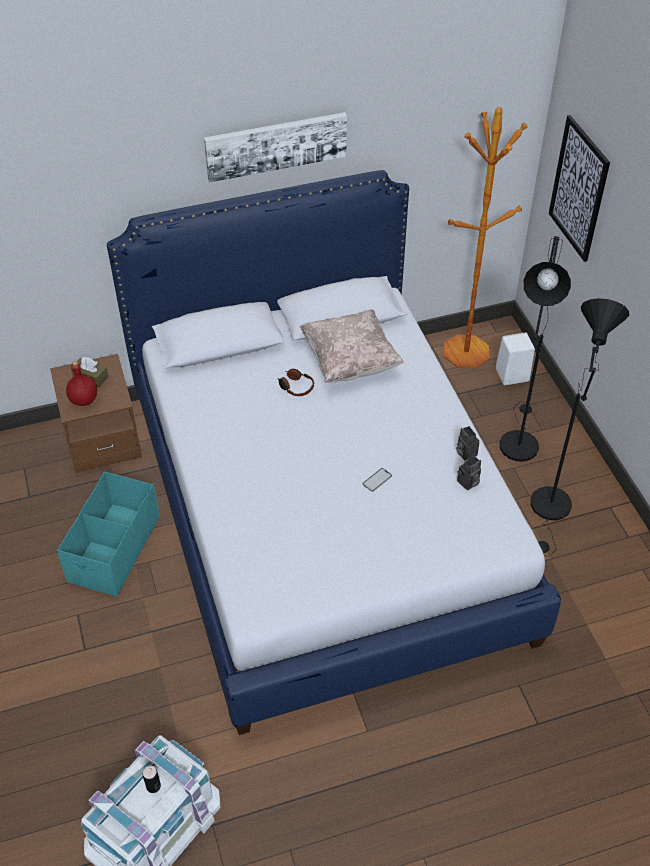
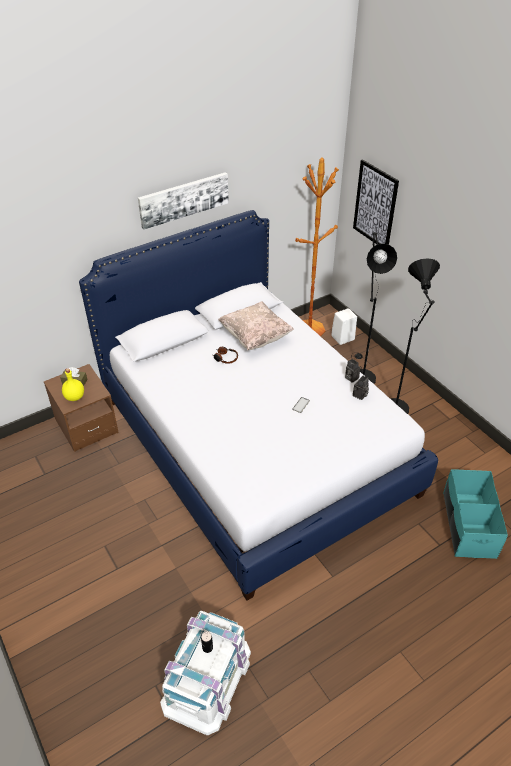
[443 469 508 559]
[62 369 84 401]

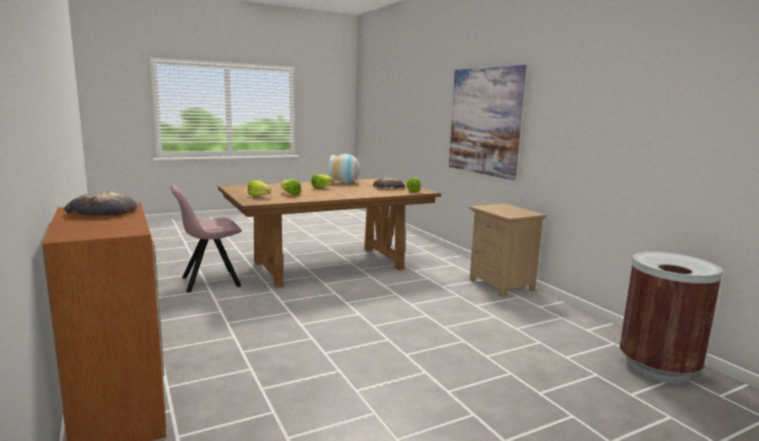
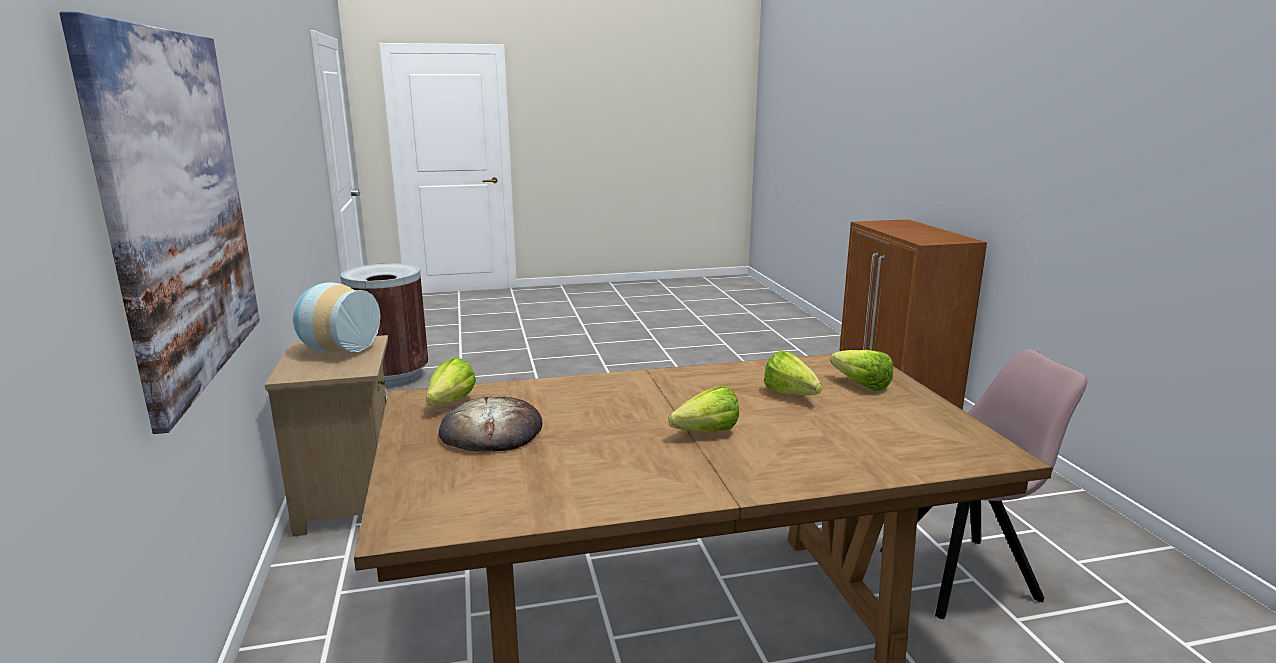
[64 192 137 216] (first image)
[293 282 380 353]

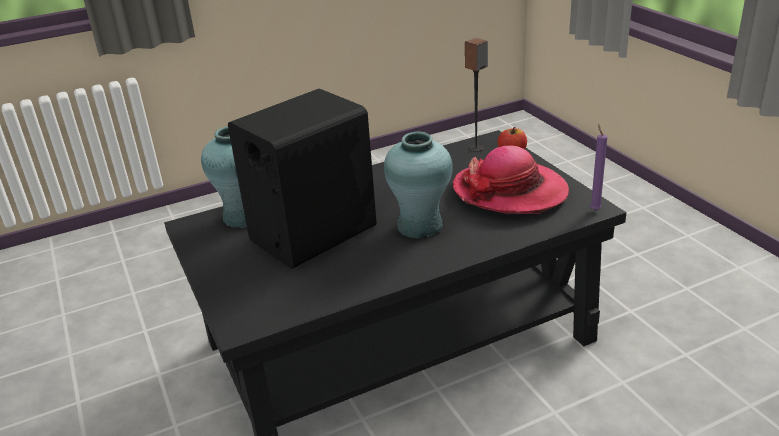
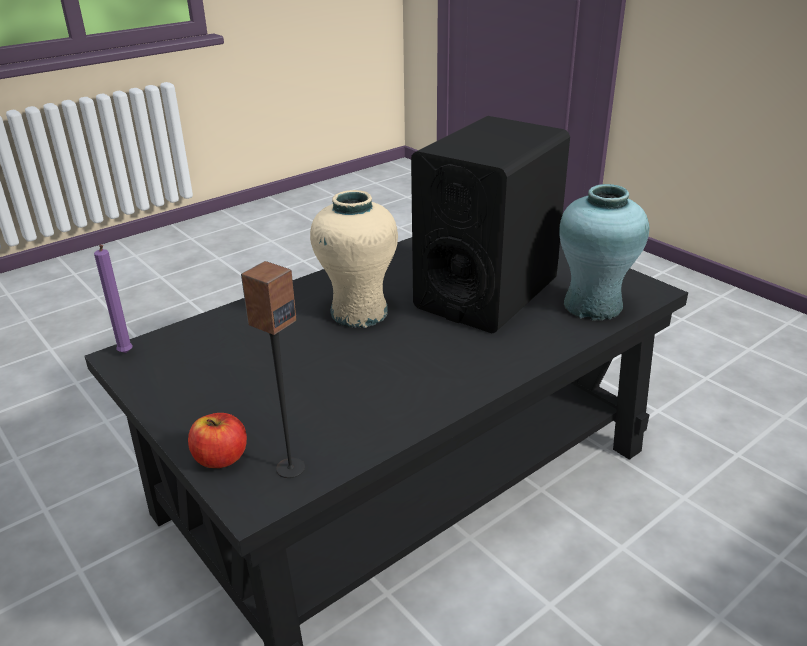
[453 146 569 214] (first image)
[310 190 398 328]

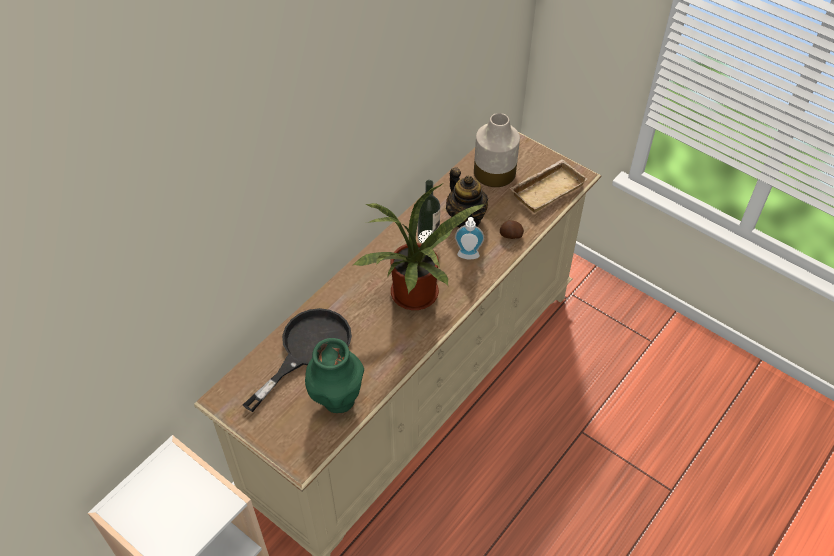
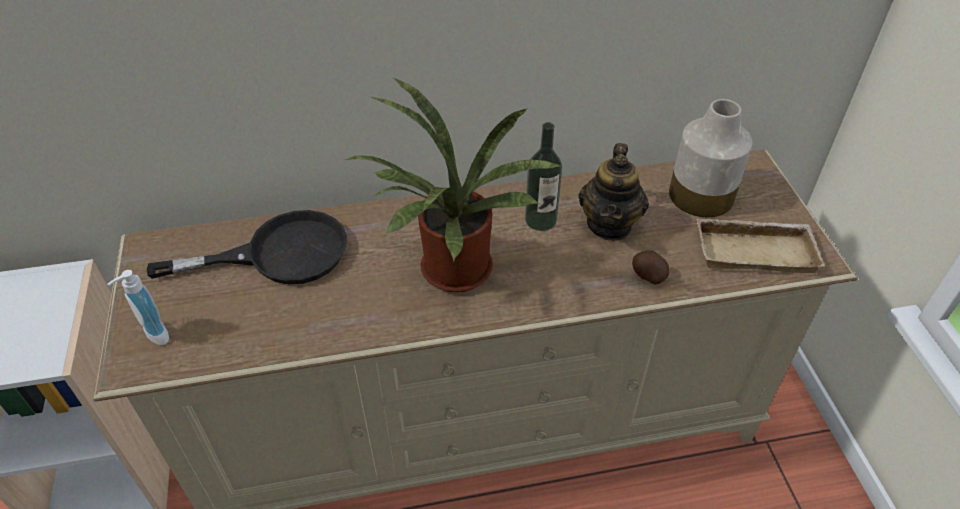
[305 338 364 413] (first image)
[108 270 169 345]

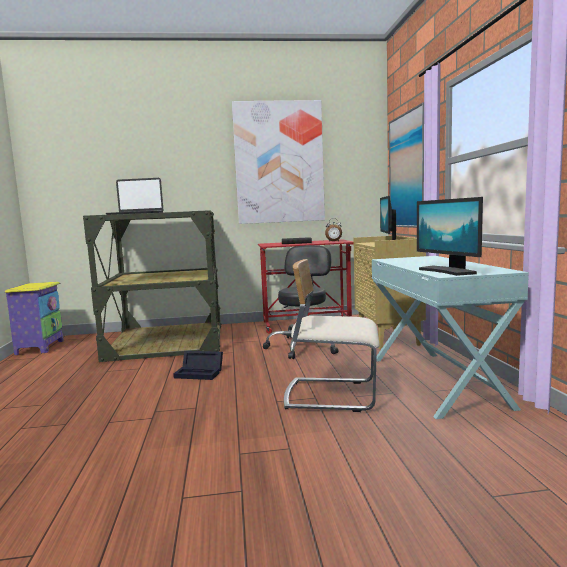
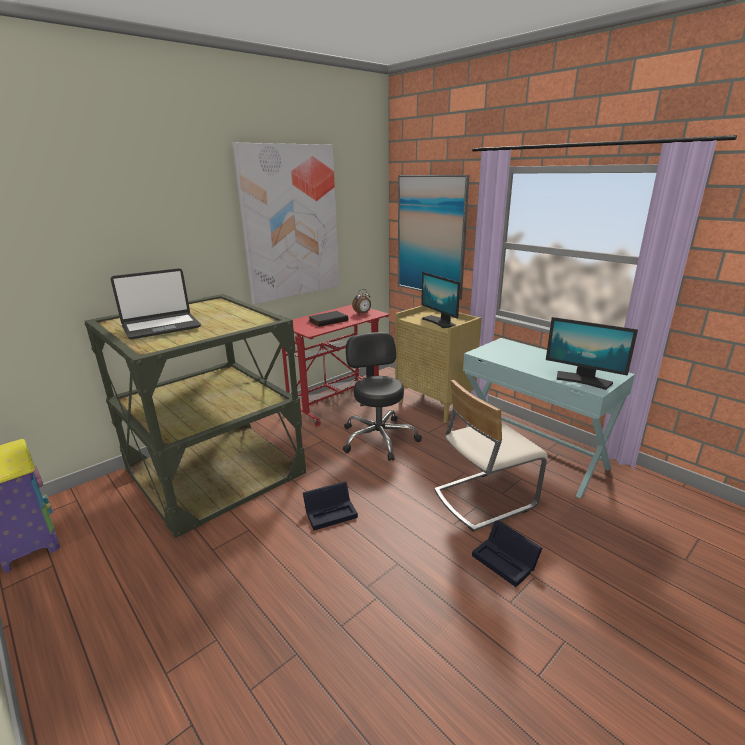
[472 520 542 587]

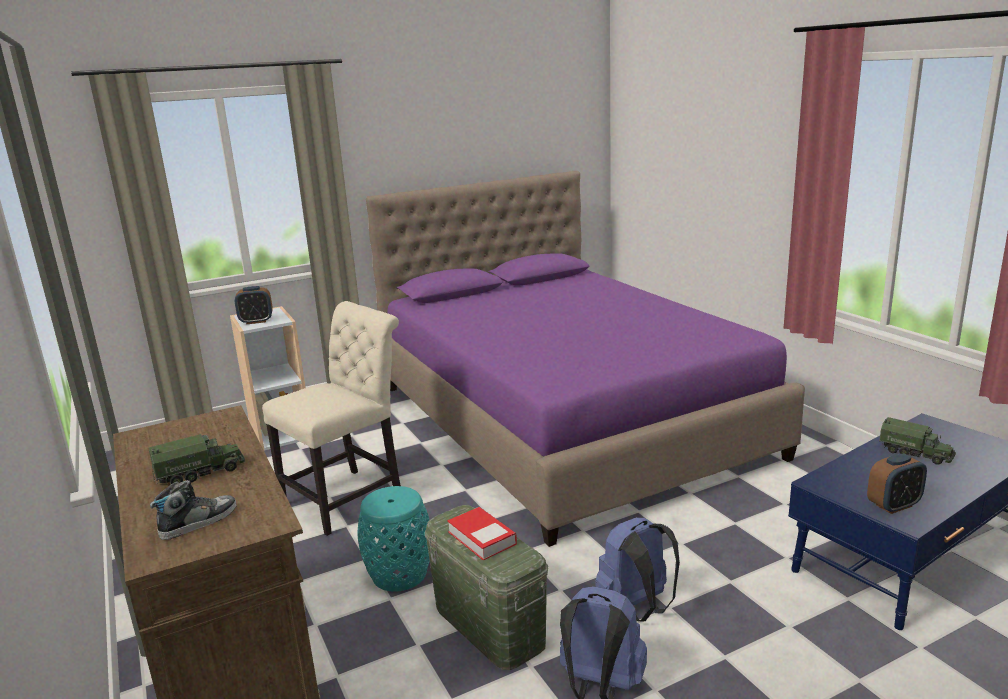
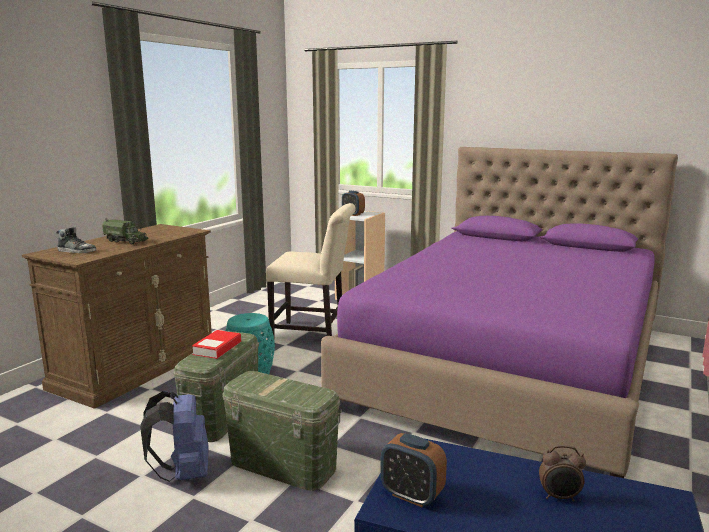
[222 371 342 491]
[539 445 586 501]

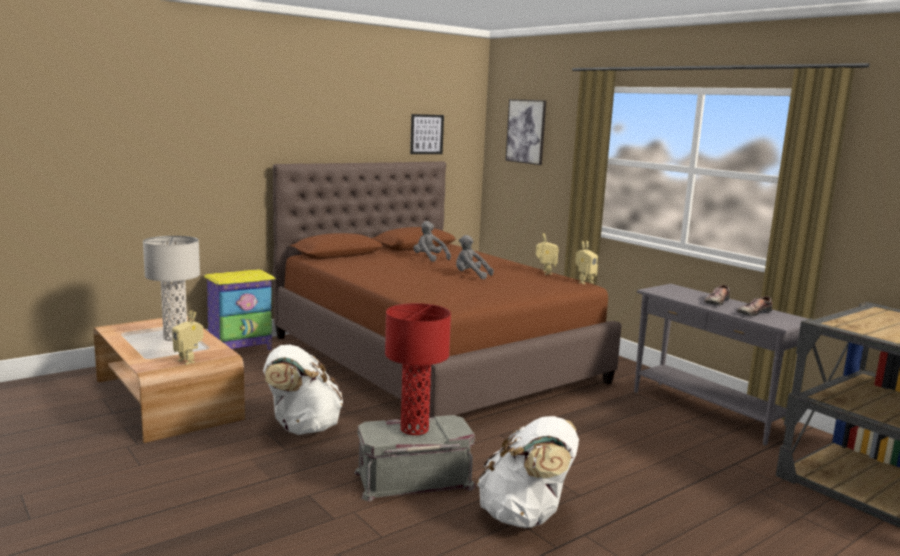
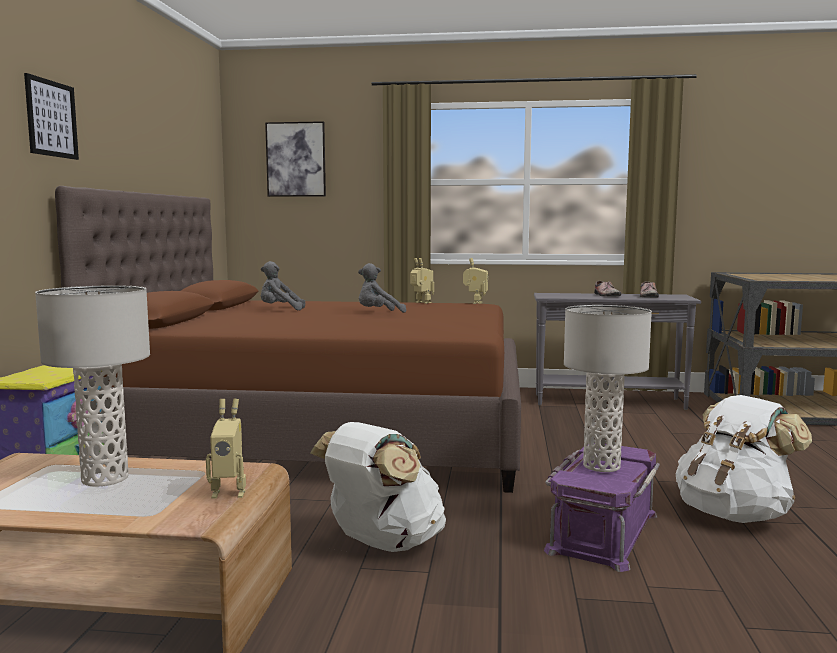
[24 73 79 160]
[544 443 660 572]
[564 305 652 472]

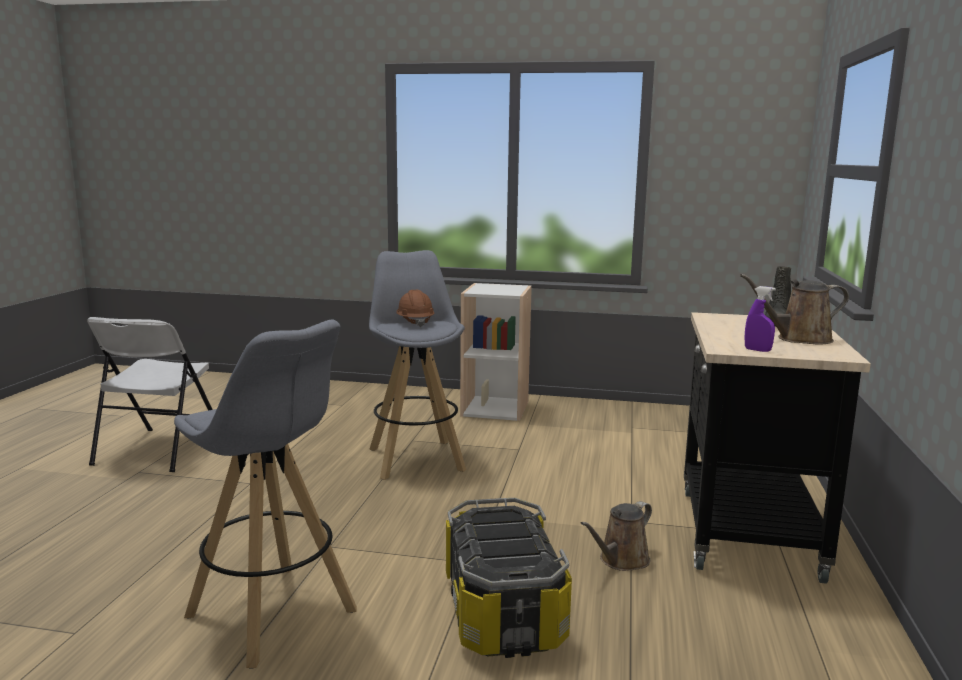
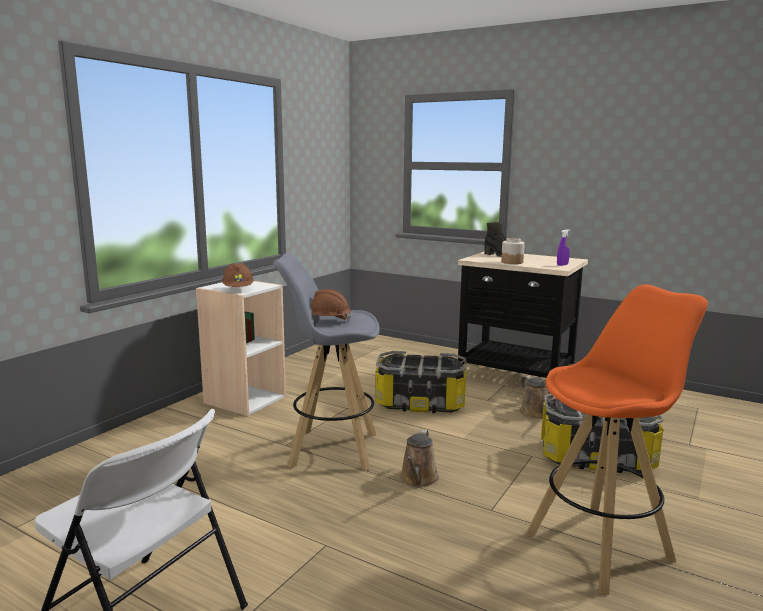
[222 263 254 287]
[375 351 467 413]
[501 238 525 264]
[400 430 439 487]
[526 284 708 595]

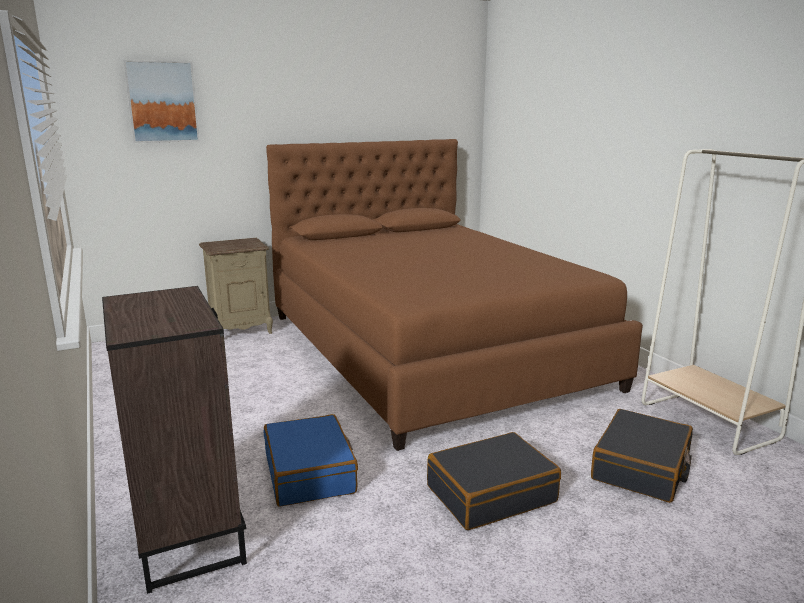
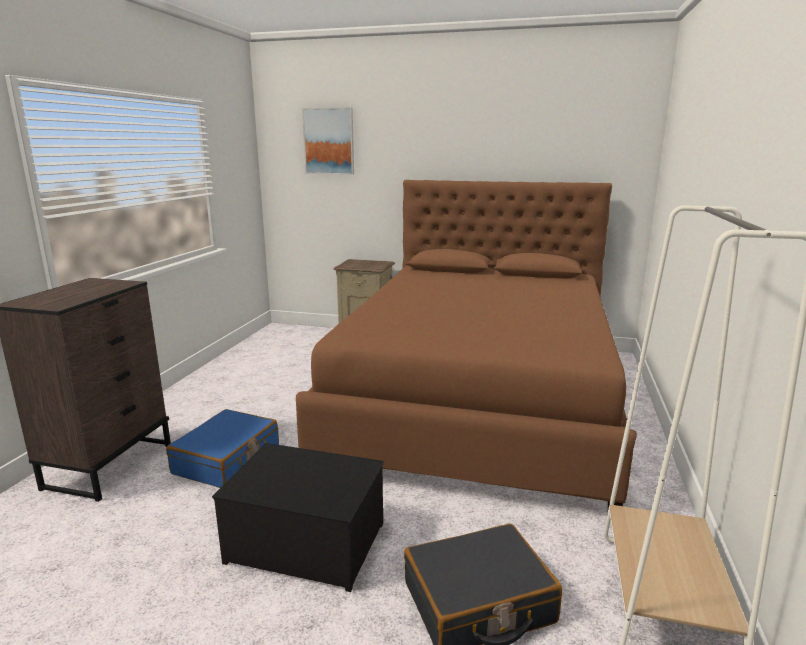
[212 443 384 592]

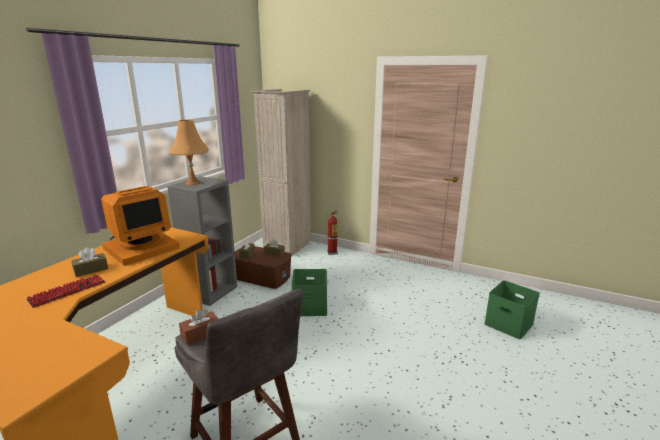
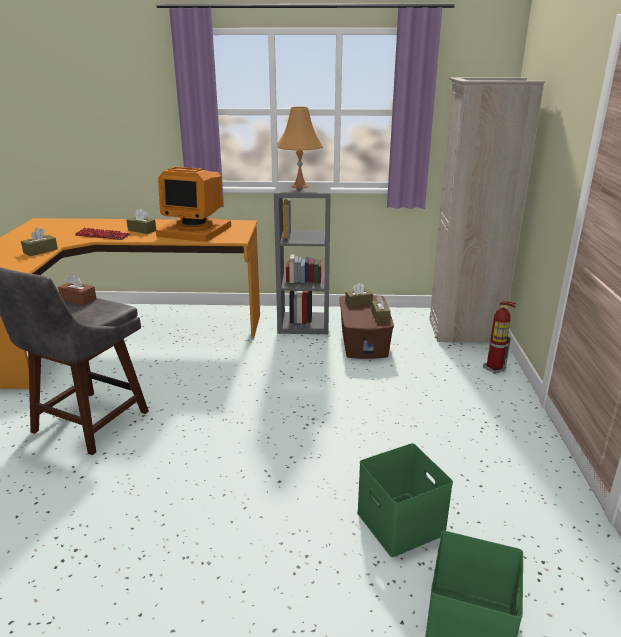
[21 228 58 256]
[357 443 453 557]

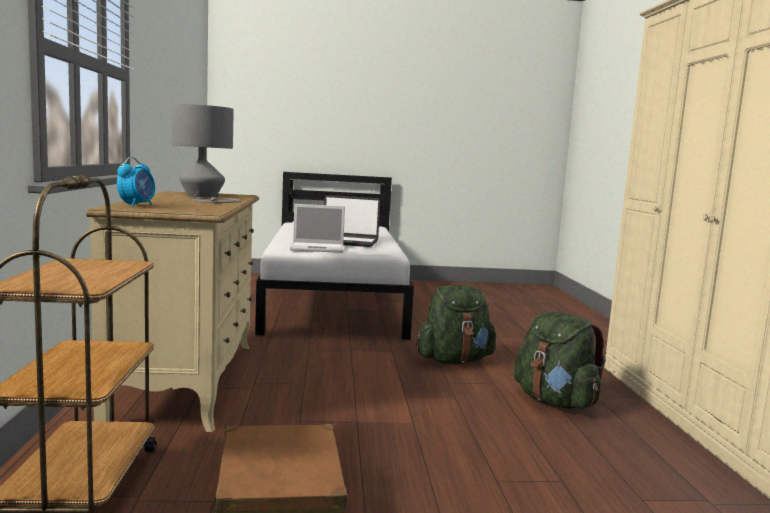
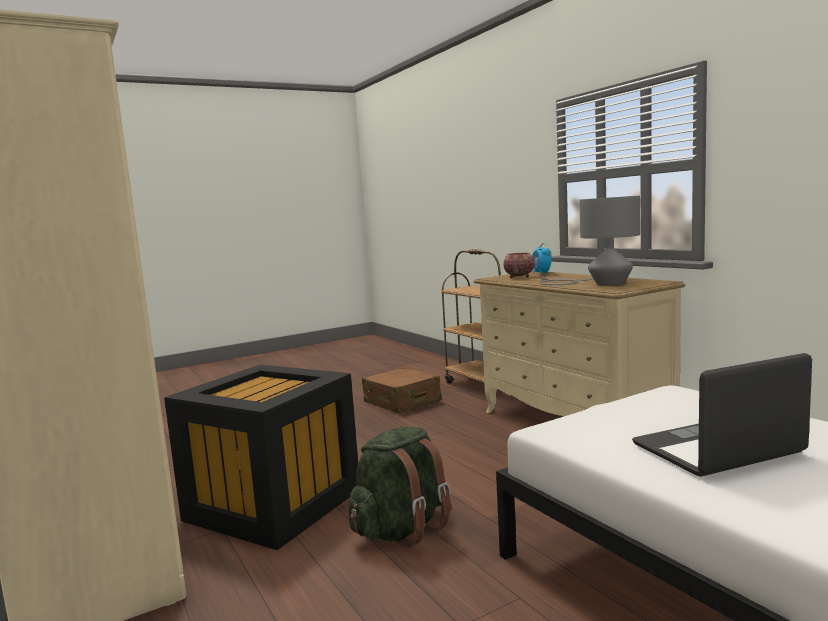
[290 204 345 253] (first image)
[503 253 534 278]
[164 365 358 550]

